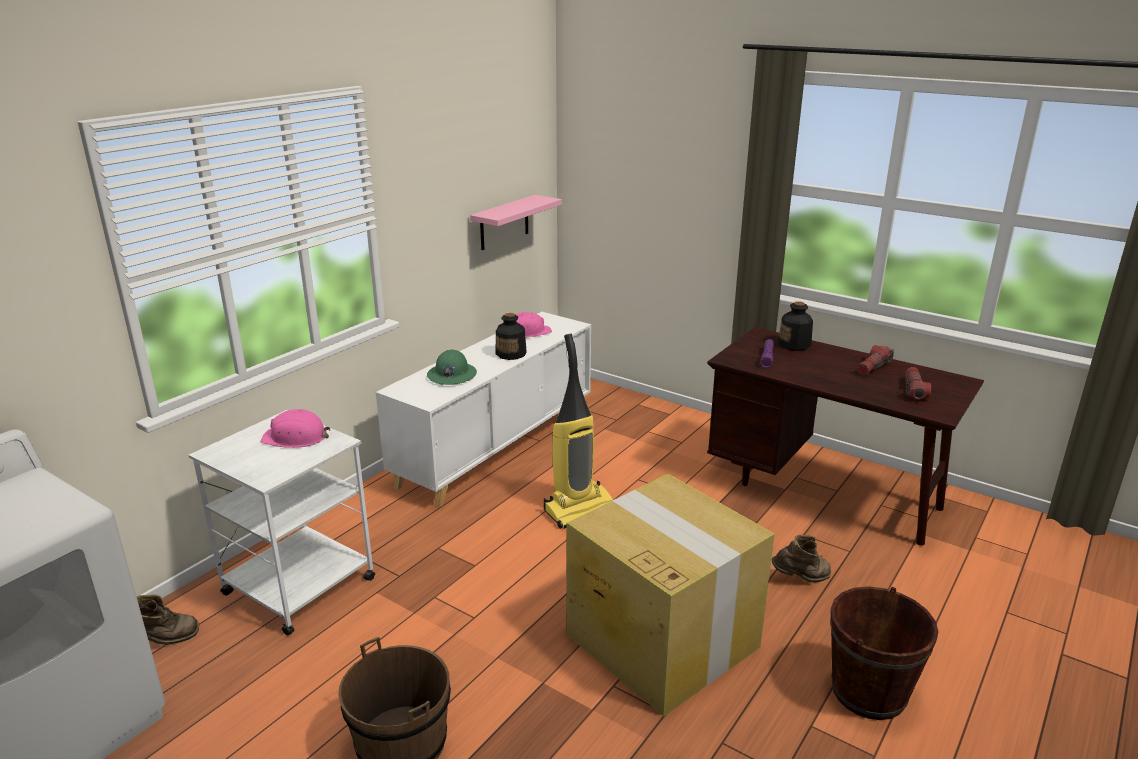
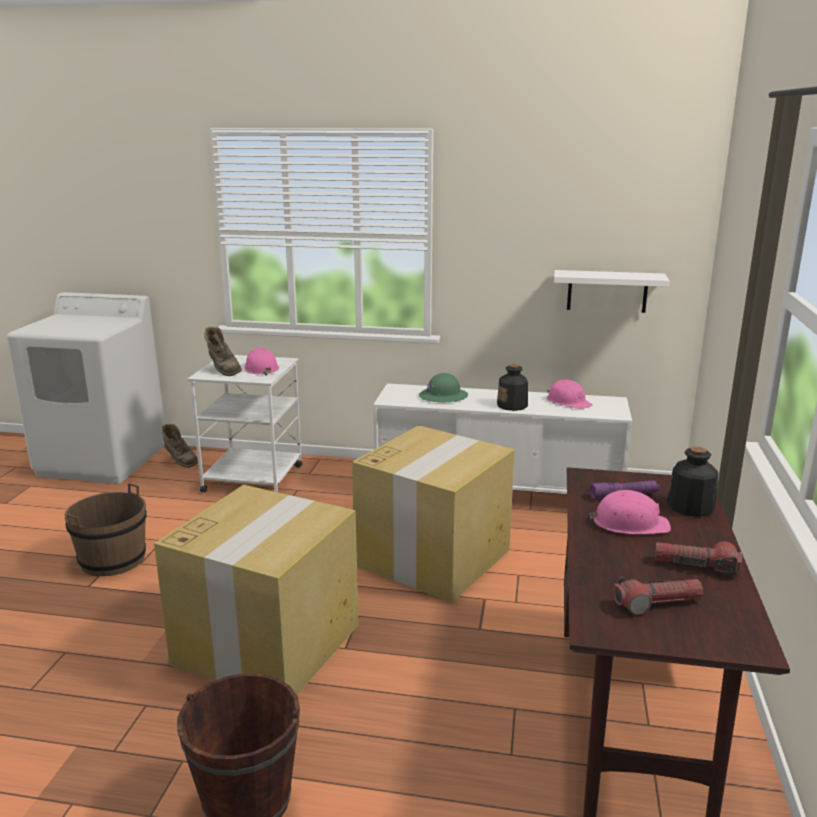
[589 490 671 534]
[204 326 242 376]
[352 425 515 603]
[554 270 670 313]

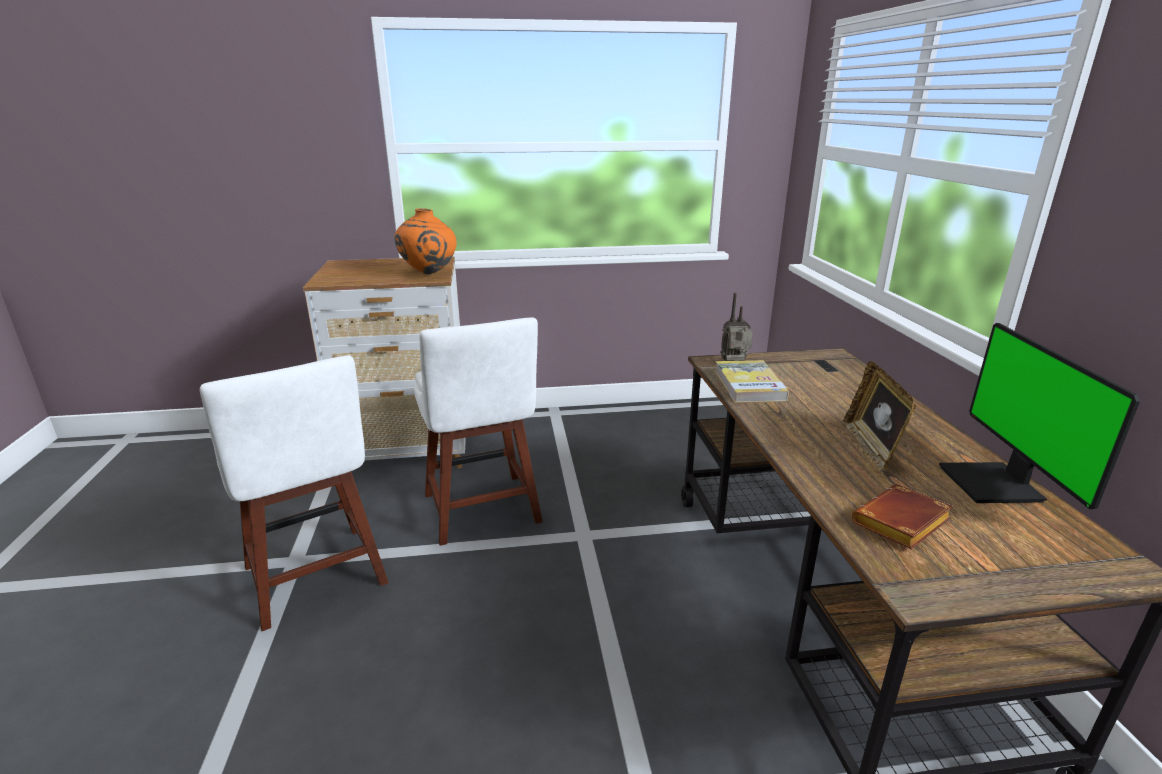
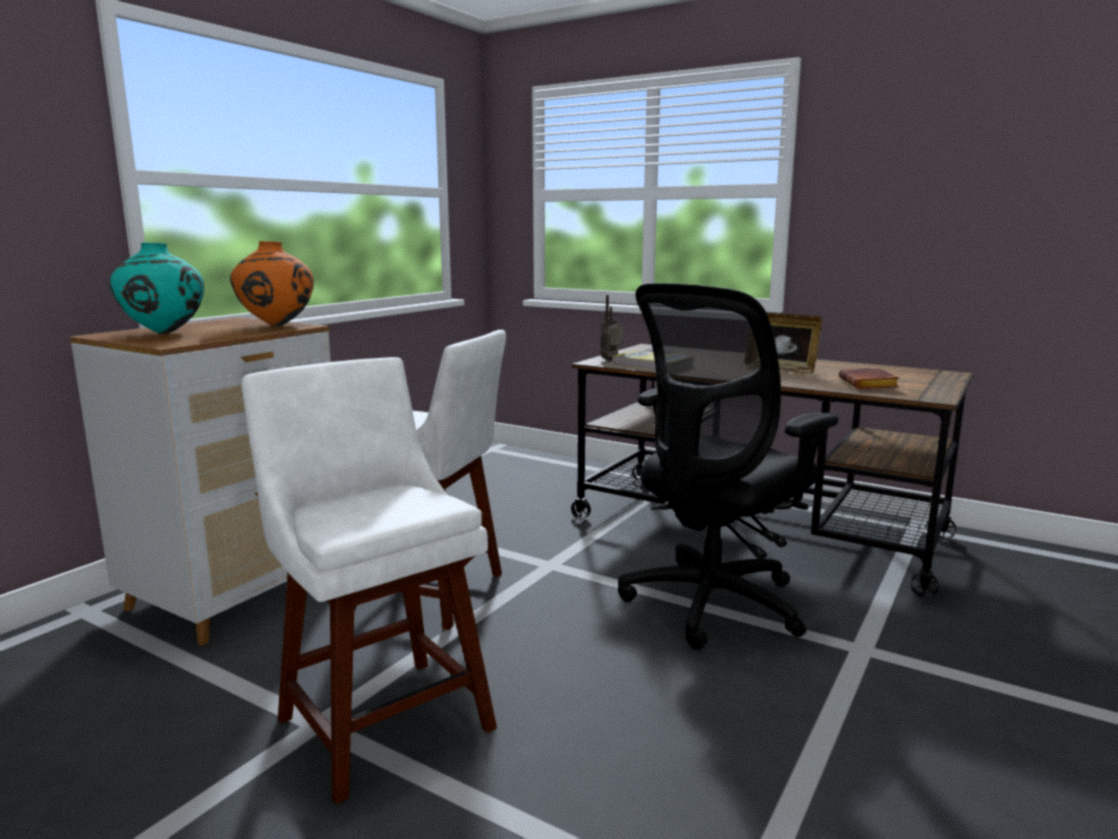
[939 323 1140 509] (first image)
[109 243 205 334]
[618 283 838 650]
[242 357 497 804]

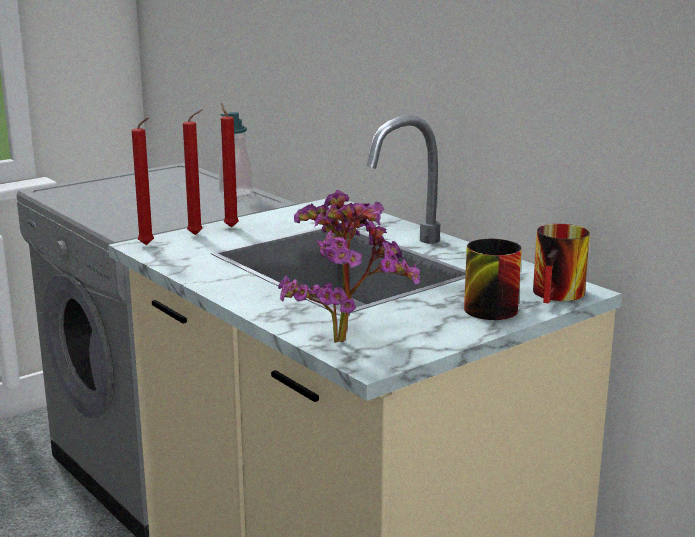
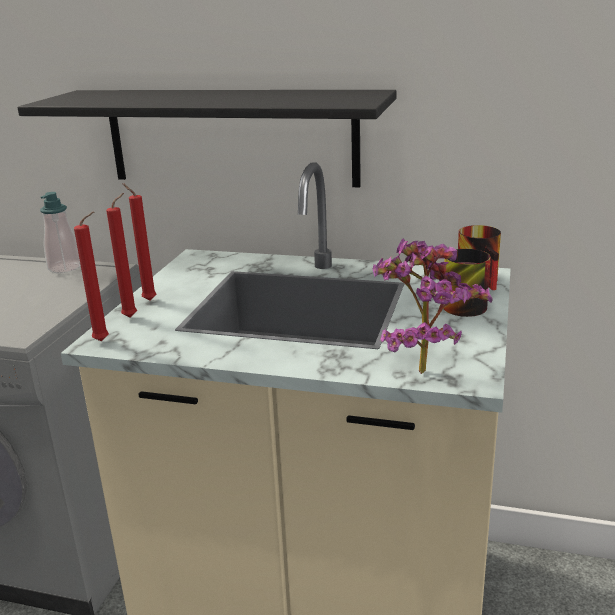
[17 90 397 188]

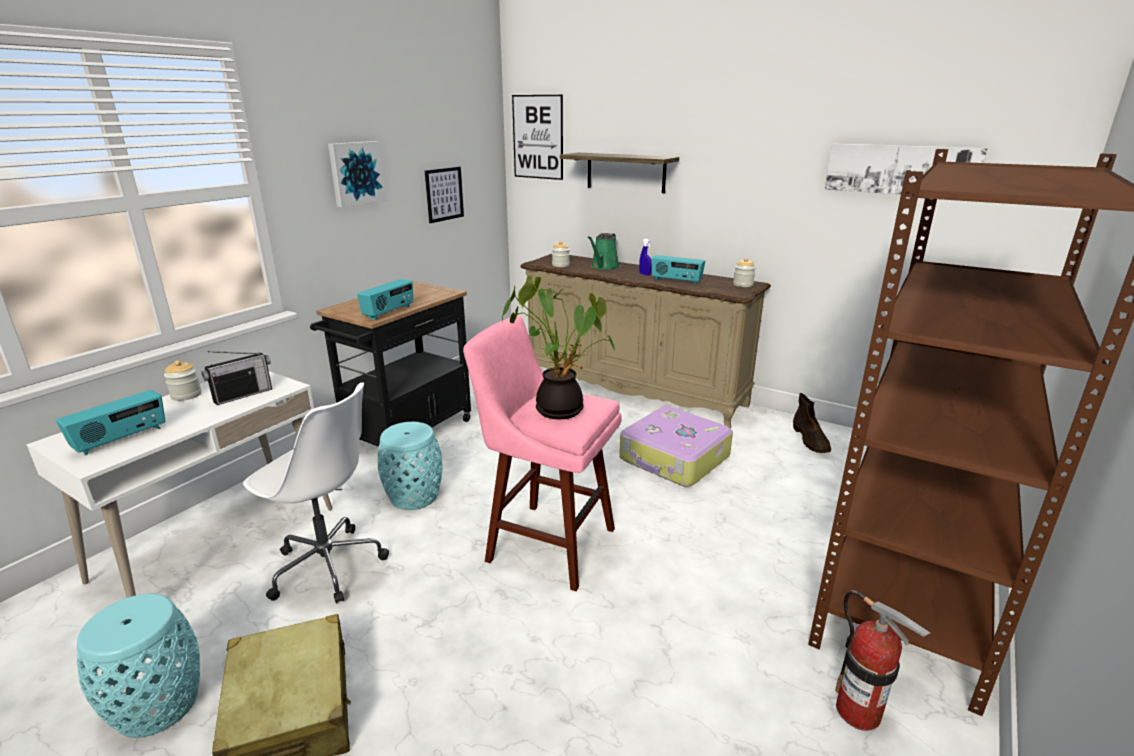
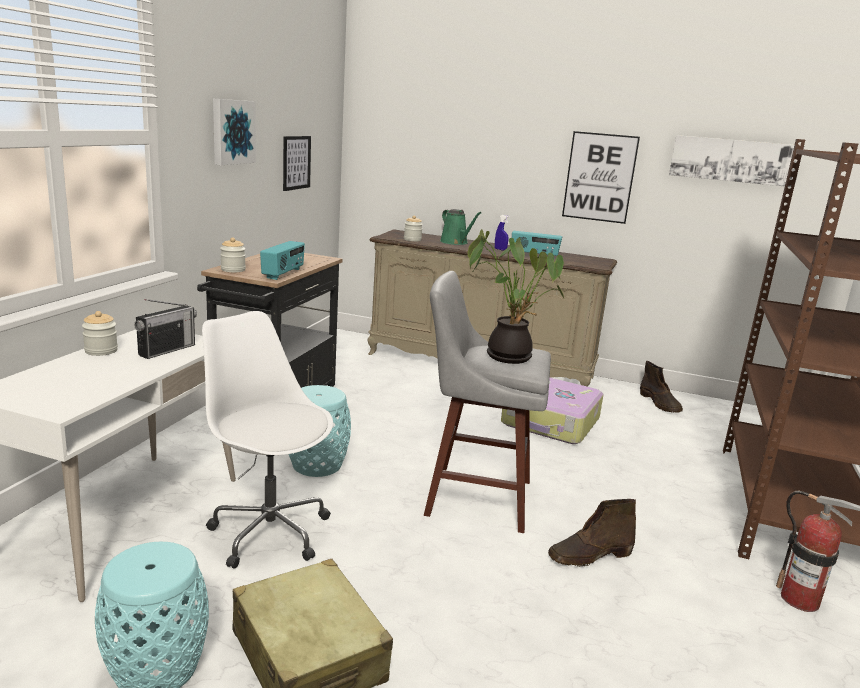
[56 390 165 455] (first image)
[560 153 679 193] (first image)
[548 499 636 567]
[562 131 640 224]
[220 237 246 272]
[424 271 551 533]
[202 311 333 569]
[440 209 482 245]

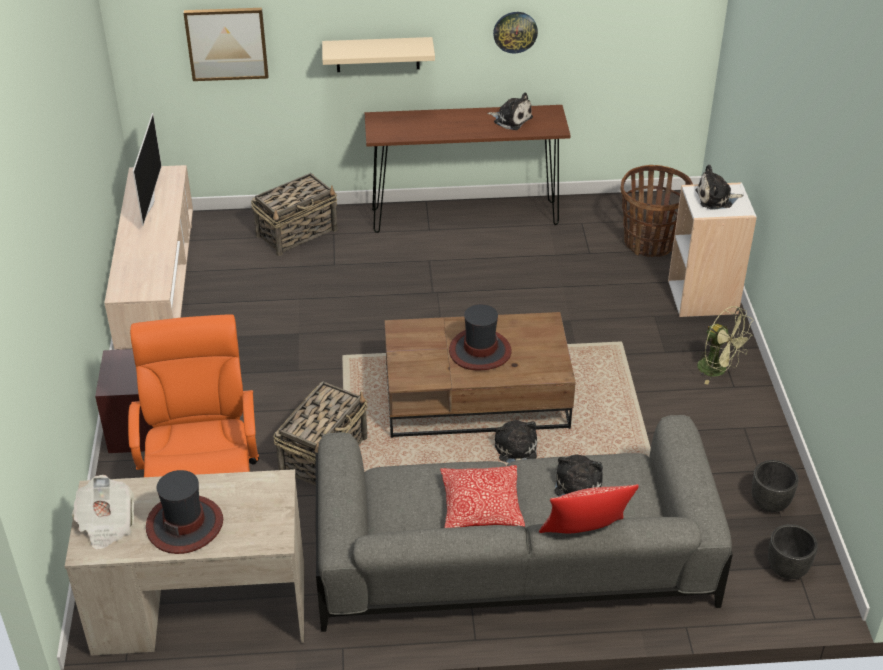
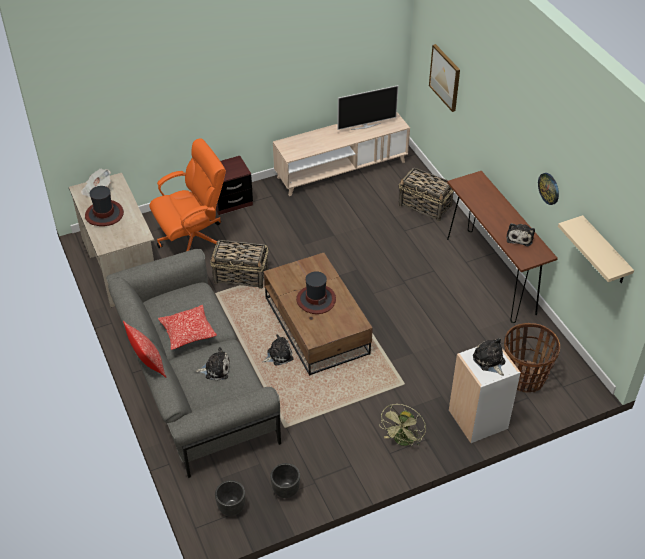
[558 215 634 283]

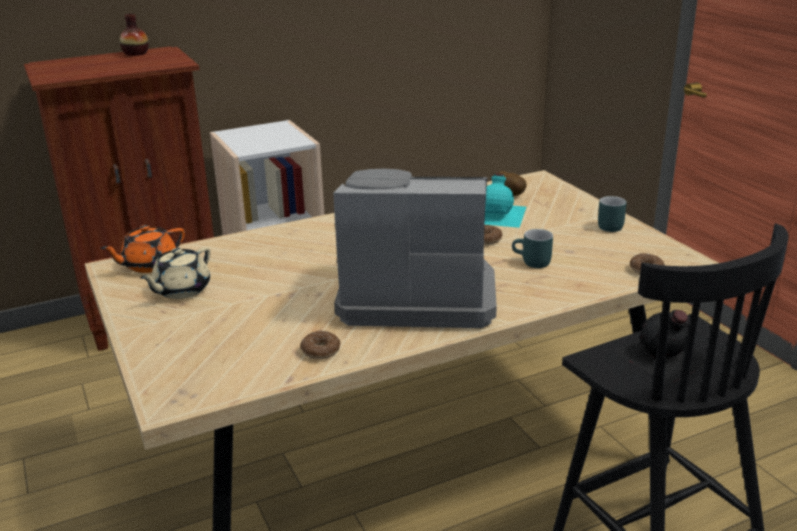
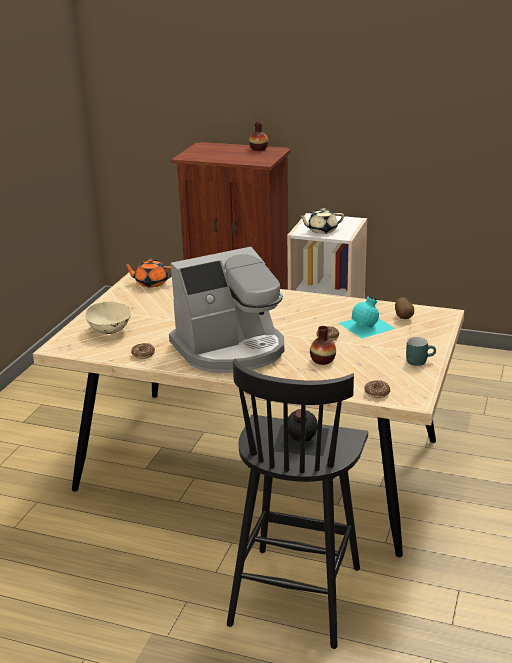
[85 301 131 334]
[299 208 344 234]
[310 326 336 365]
[169 247 284 373]

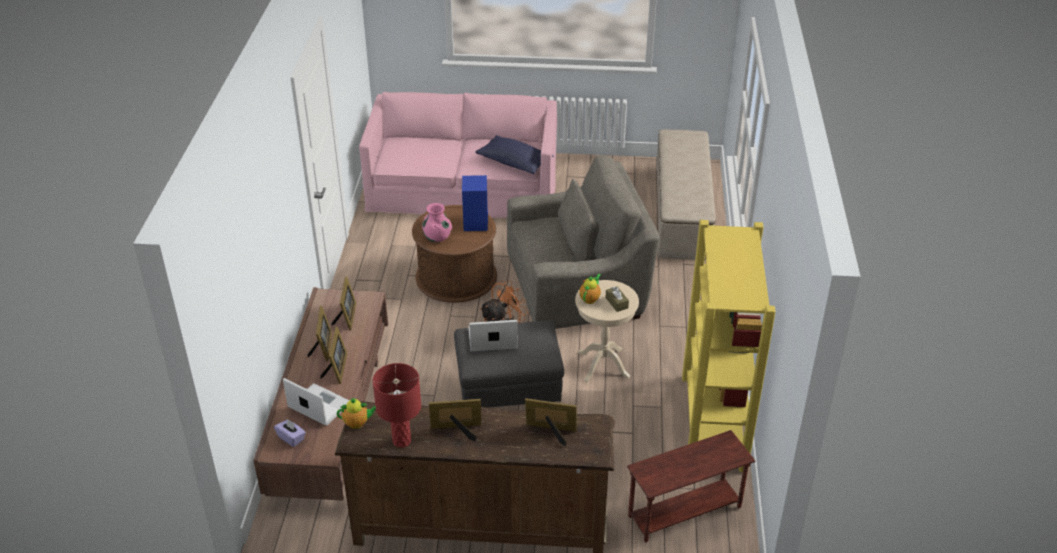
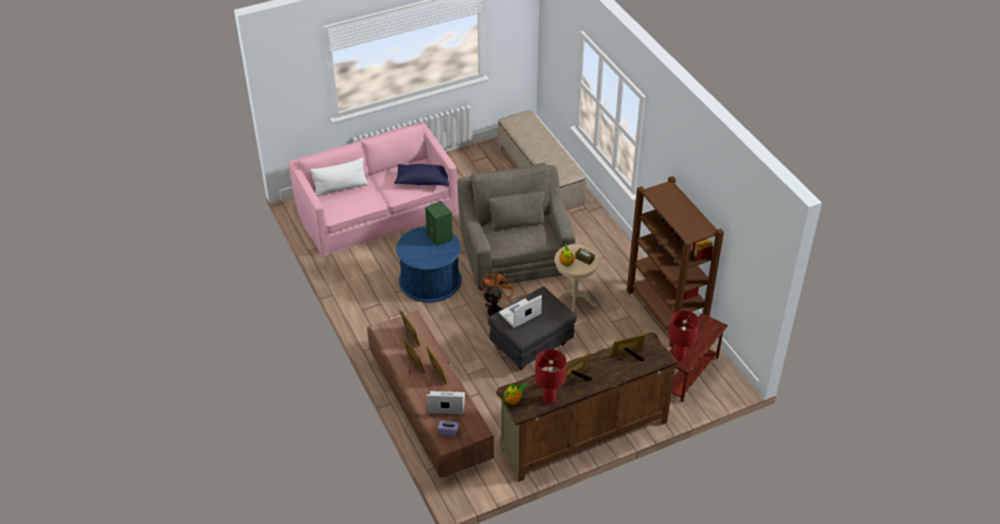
[422 203 452 242] (first image)
[310 158 368 196]
[669 310 700 362]
[396 226 462 302]
[425 201 453 246]
[627 176 724 348]
[458 162 575 290]

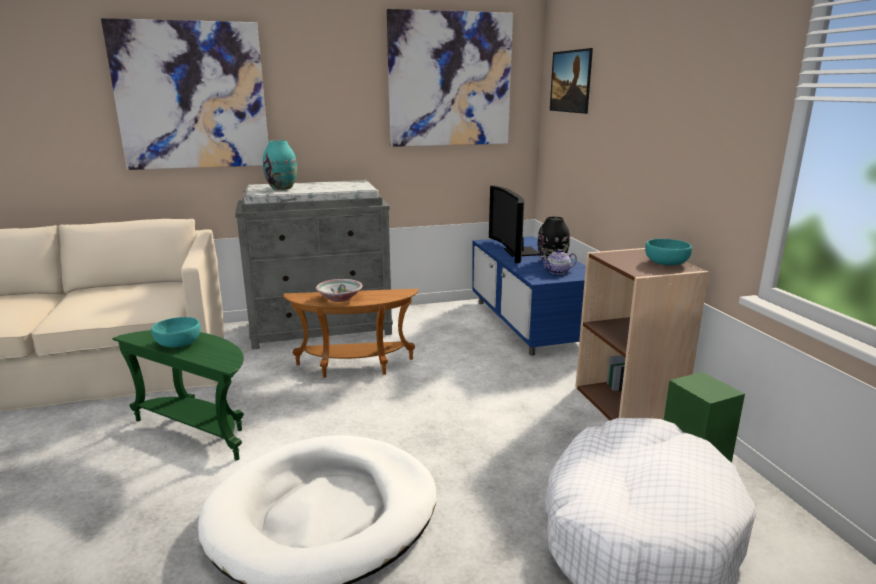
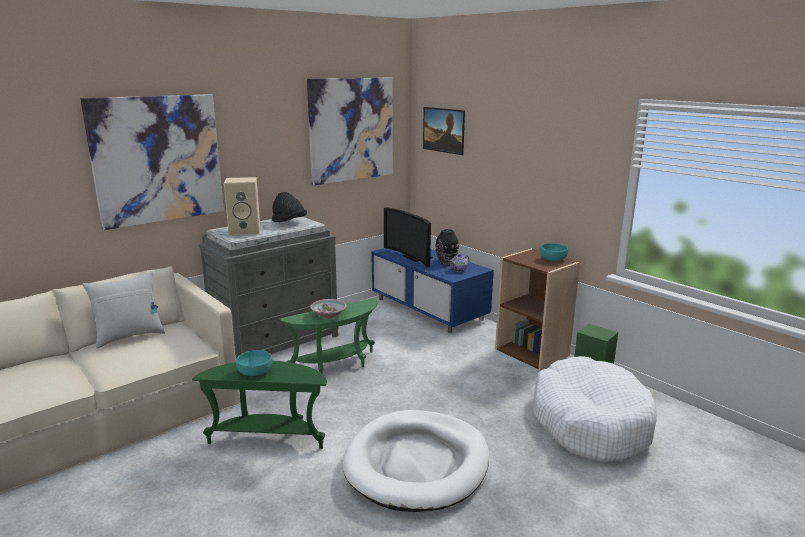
[82 271 165 348]
[272 192 307 222]
[224 177 260 236]
[279 298 377 374]

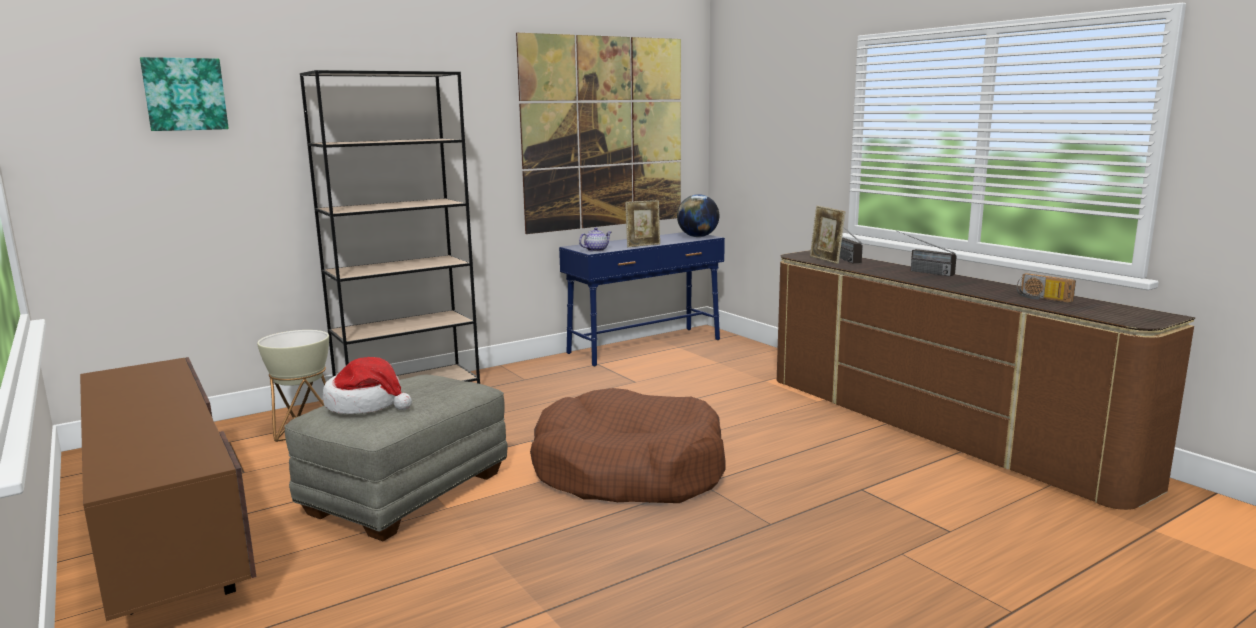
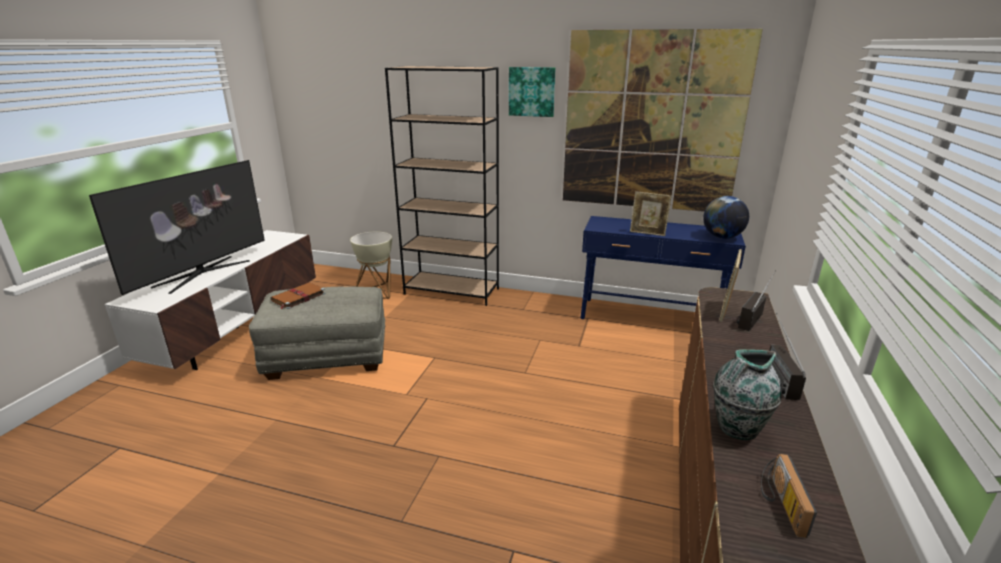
[530 388 725 503] (first image)
[579 227 611 252] (first image)
[89 160 265 295]
[713 349 782 440]
[509 67 556 117]
[270 283 326 309]
[105 230 316 370]

